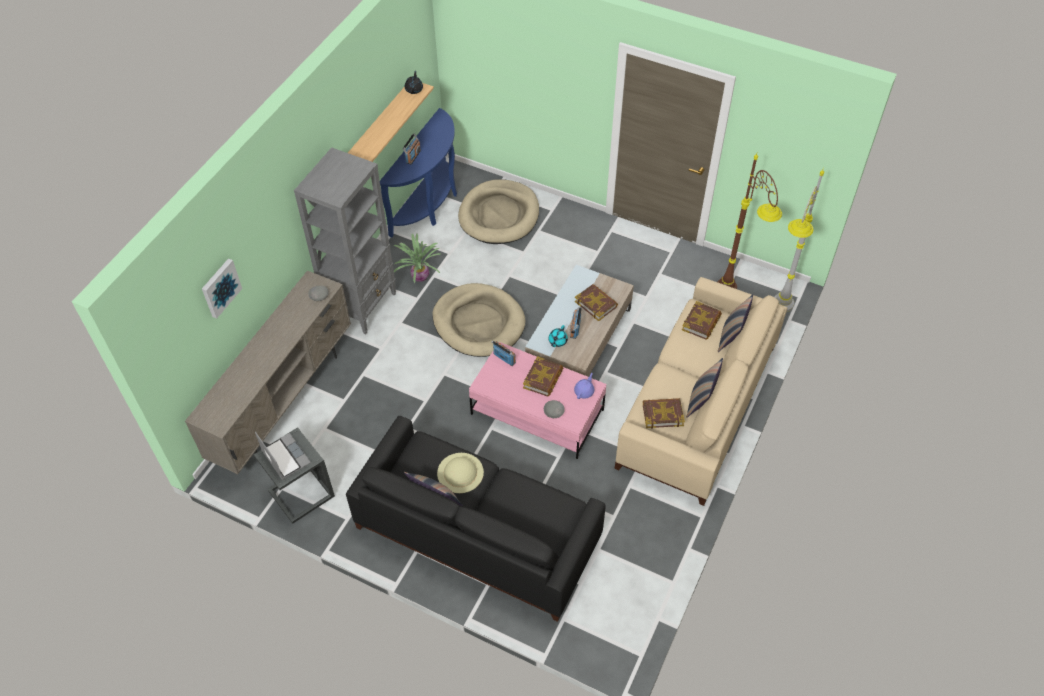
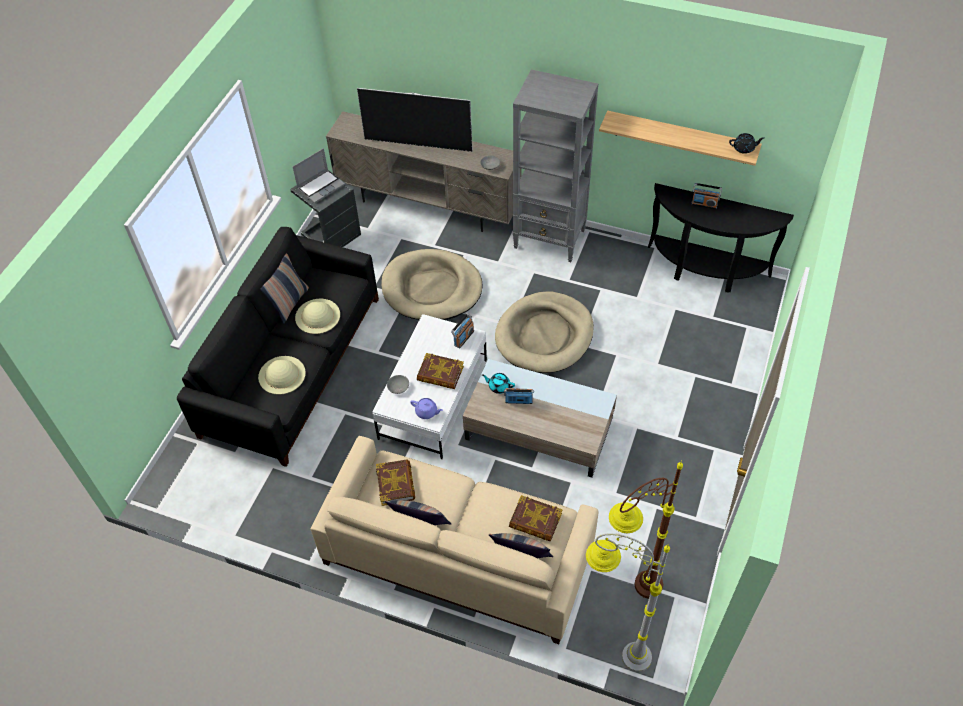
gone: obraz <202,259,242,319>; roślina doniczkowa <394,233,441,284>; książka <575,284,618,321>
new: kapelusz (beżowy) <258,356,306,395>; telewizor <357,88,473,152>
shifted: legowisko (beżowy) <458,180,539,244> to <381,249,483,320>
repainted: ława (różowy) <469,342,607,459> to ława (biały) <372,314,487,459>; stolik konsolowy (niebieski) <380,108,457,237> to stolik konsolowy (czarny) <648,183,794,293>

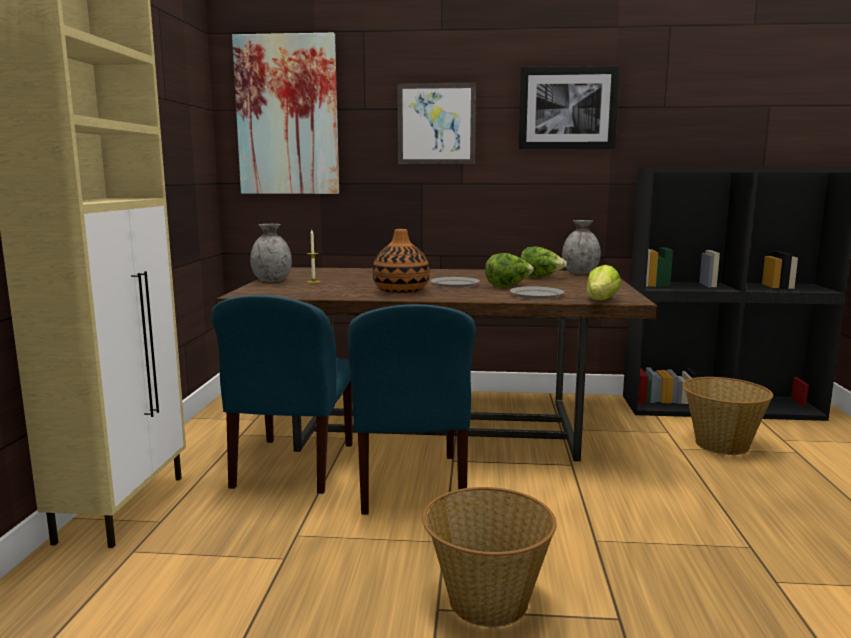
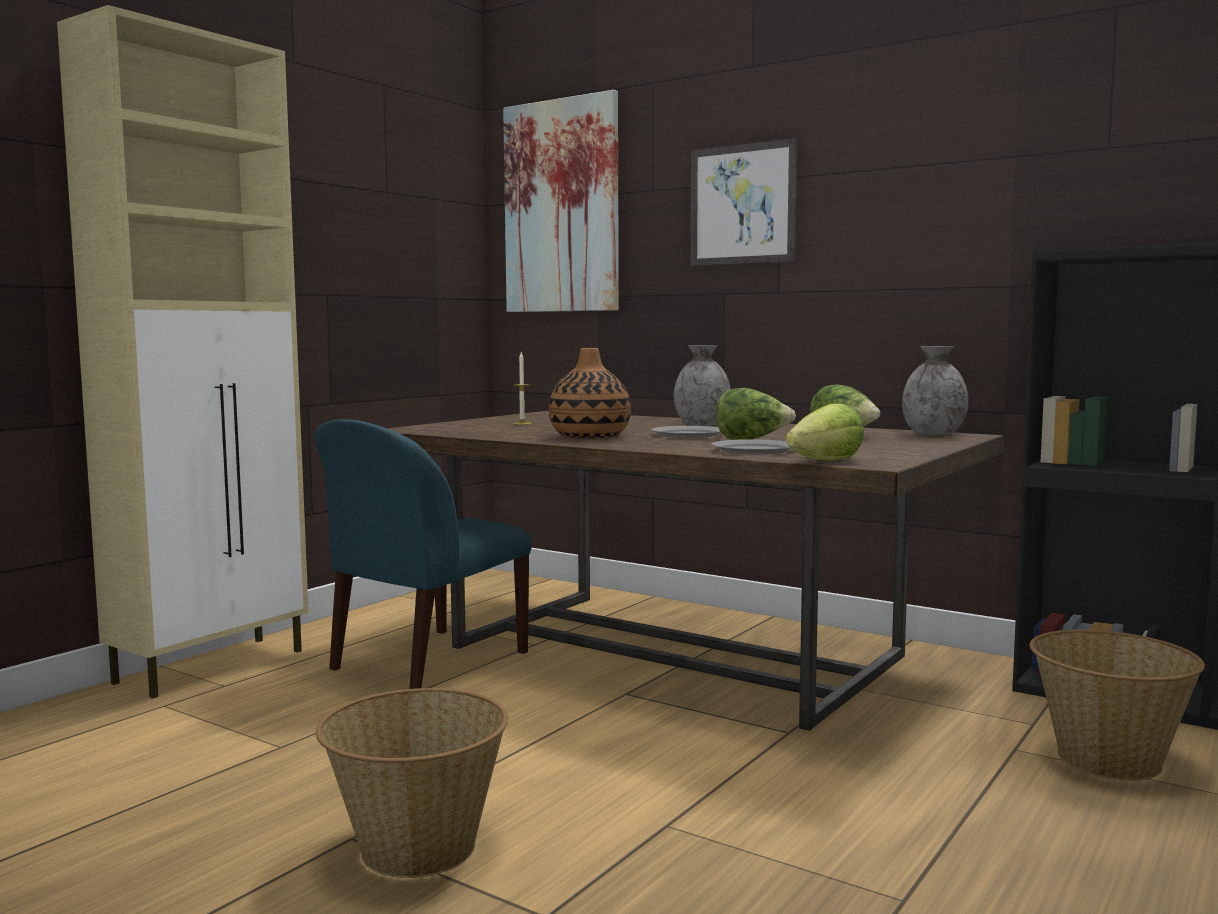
gone: krzesło (niebieski) <348,304,476,515>; obraz <518,66,620,150>
shifted: wazon (szary) <250,224,292,282> to <674,345,731,426>

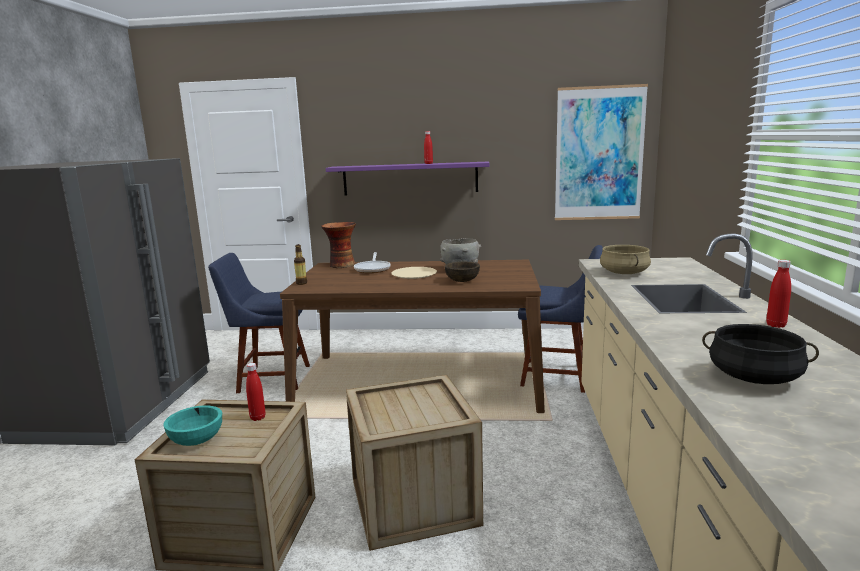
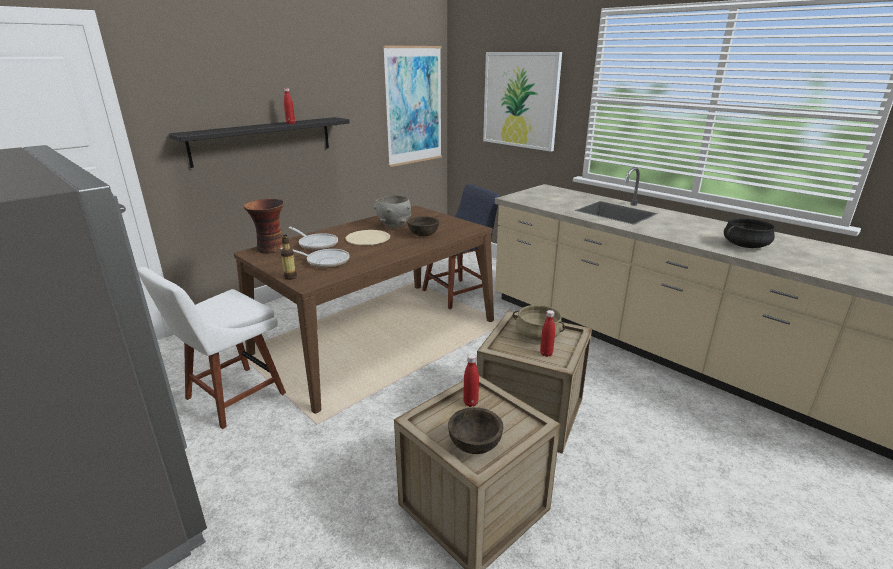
new: patelnia <280,248,349,268>; obraz <483,52,562,151>
shifted: garnek (beżowy) <600,245,651,274> to <513,305,565,340>; butelka (czerwony) <766,260,791,328> to <540,310,555,357>
repainted: krzesło (niebieski) <208,253,310,393> to krzesło (biały) <137,267,286,429>; półka (fioletowy) <326,162,489,196> to półka (czarny) <169,117,349,168>; miska (turkusowy) <163,405,222,446> to miska (brązowy) <448,407,503,454>

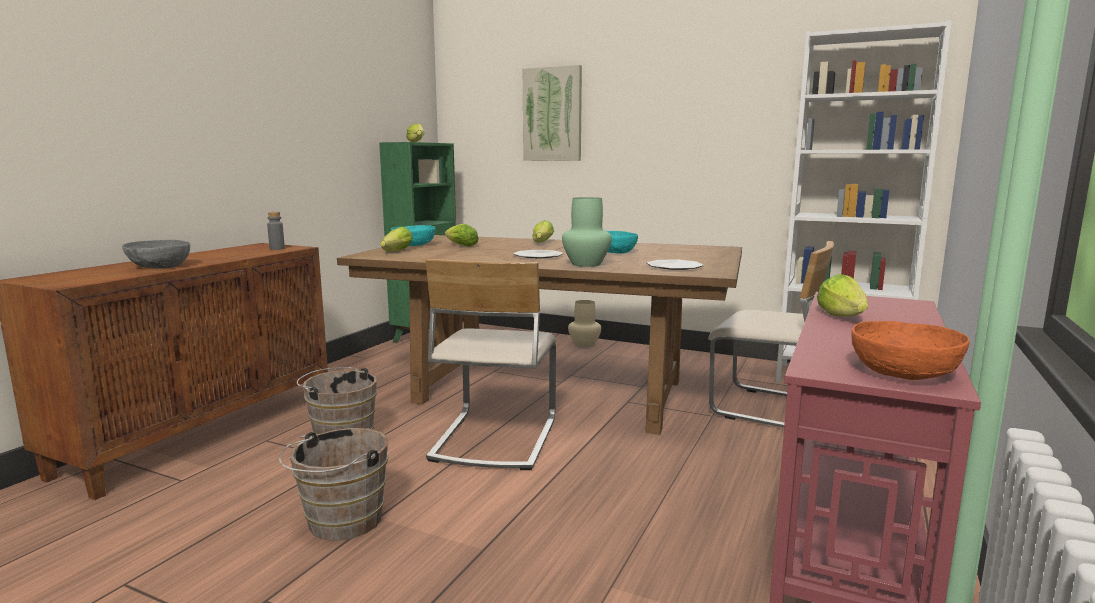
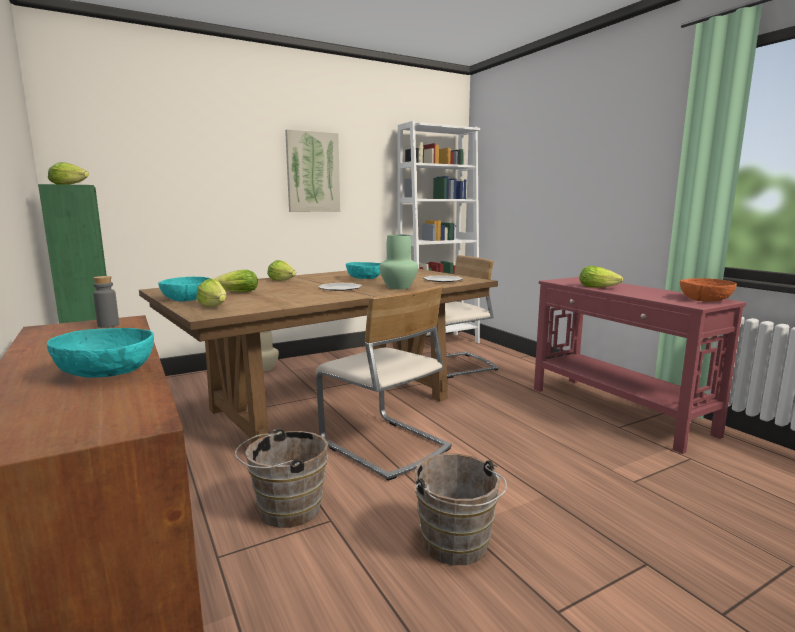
shifted: obraz <523,65,582,161> to <285,129,340,212>
repainted: miska (szary) <122,240,190,268> to miska (turkusowy) <47,328,154,378>

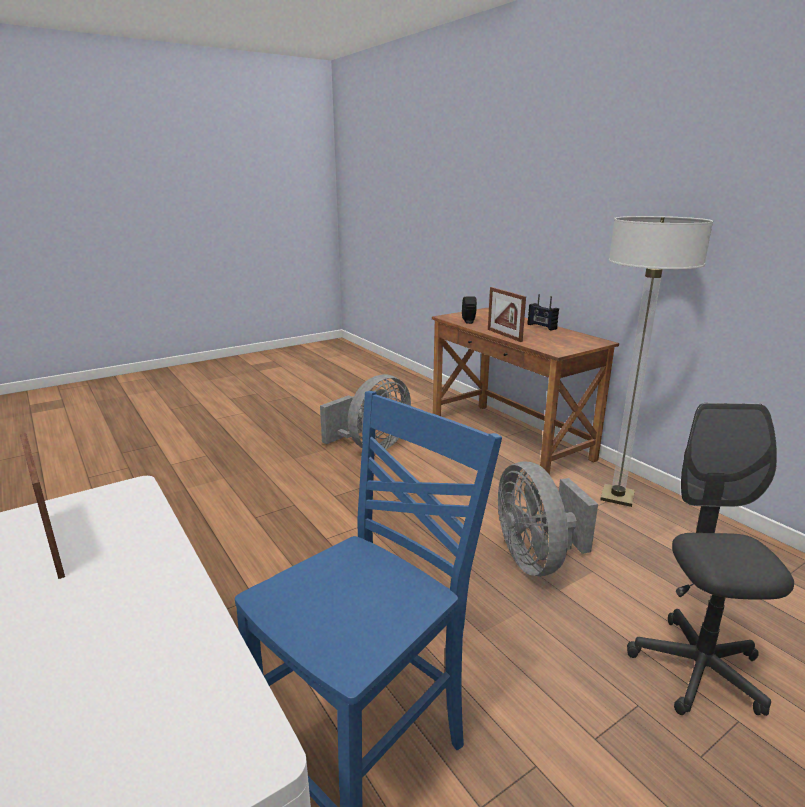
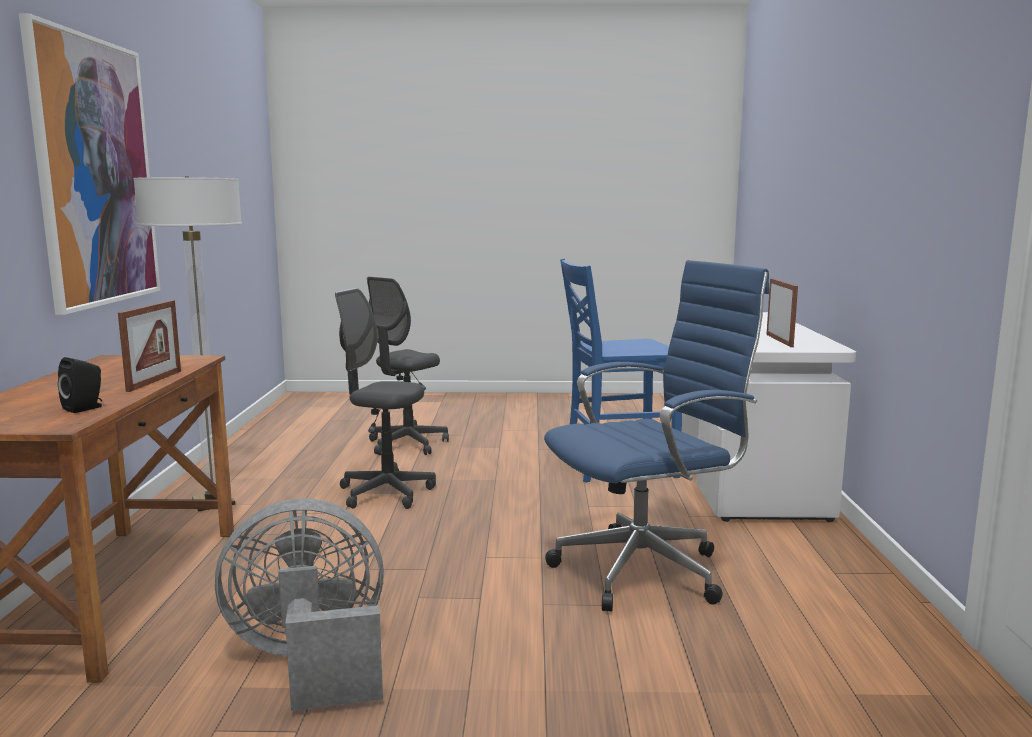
gone: radio <528,294,559,331>
new: obraz <19,13,161,315>; krzesło biurowe (niebieski) <544,260,769,612>
swapped: wentylator (szary) <498,462,598,576> to krzesło biurowe (szary) <335,288,436,509>

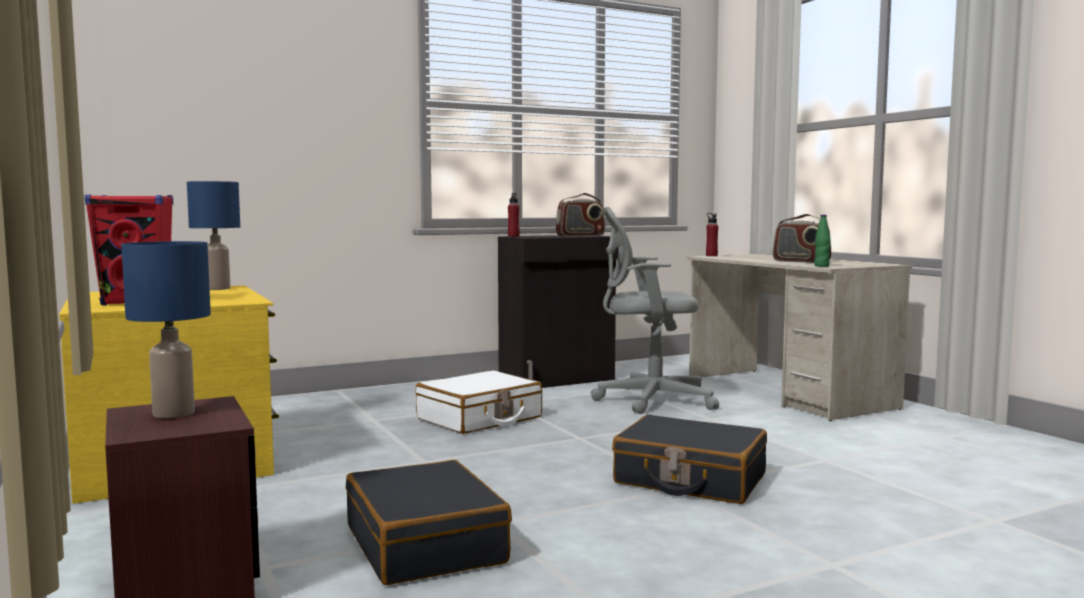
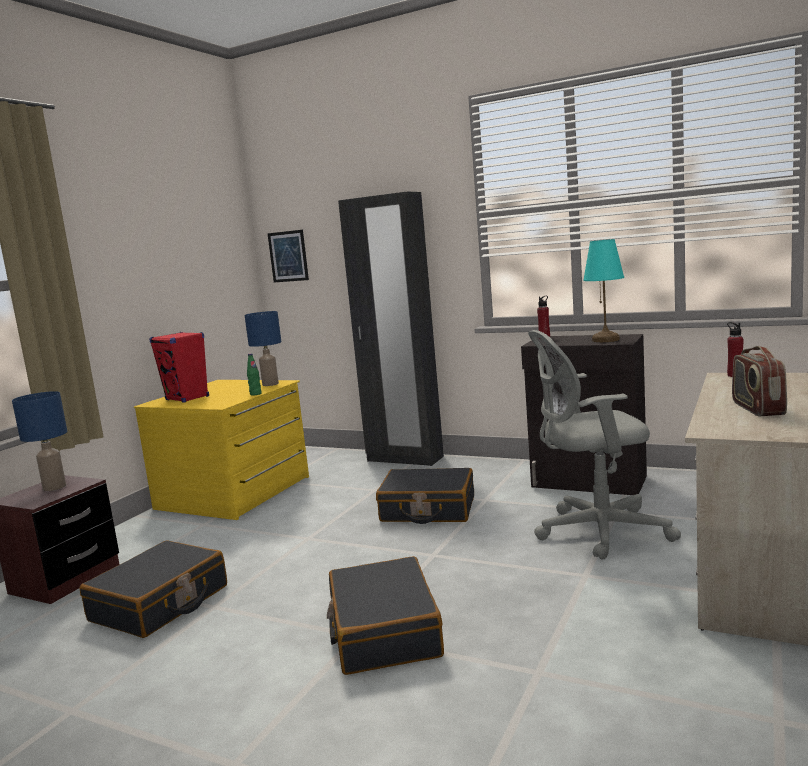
new: obraz <267,230,309,282>; szafa (czarny) <338,191,444,466>
shifted: butelka (zielony) <814,215,831,267> to <247,353,262,396>
swapped: radio <556,193,605,236> to lampa stołowa (turkusowy) <583,239,624,342>
repainted: walizka (biały) <416,370,542,434> to walizka (czarny) <376,468,474,524>
rotated: krzesło biurowe (szary) <591,206,719,414> = <528,330,681,560> 60 degrees counterclockwise

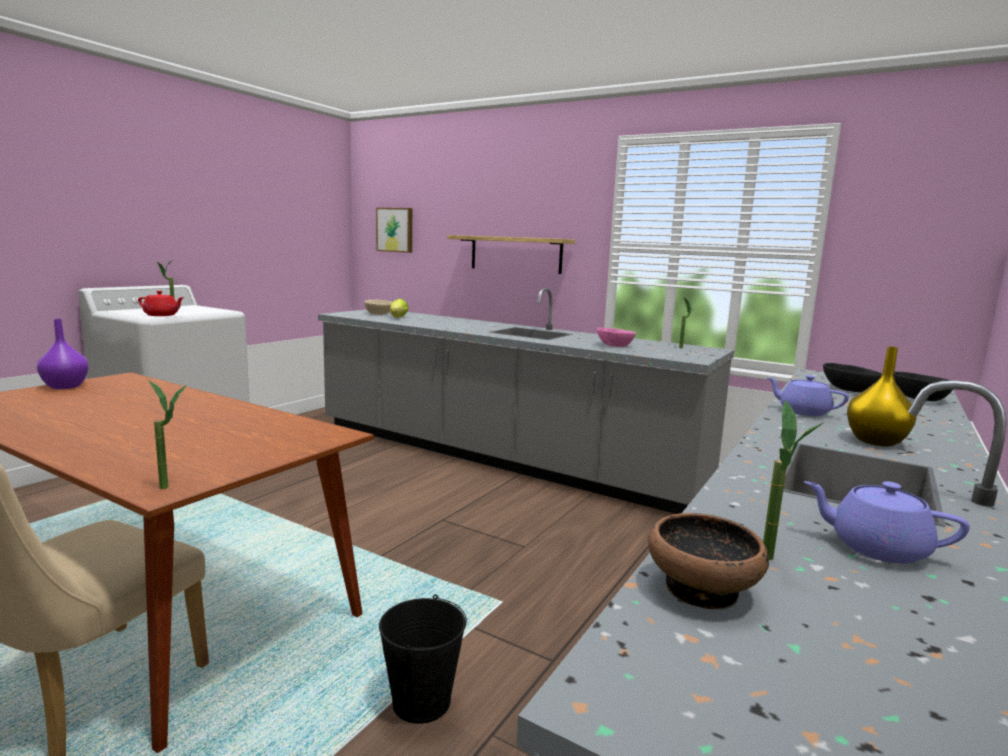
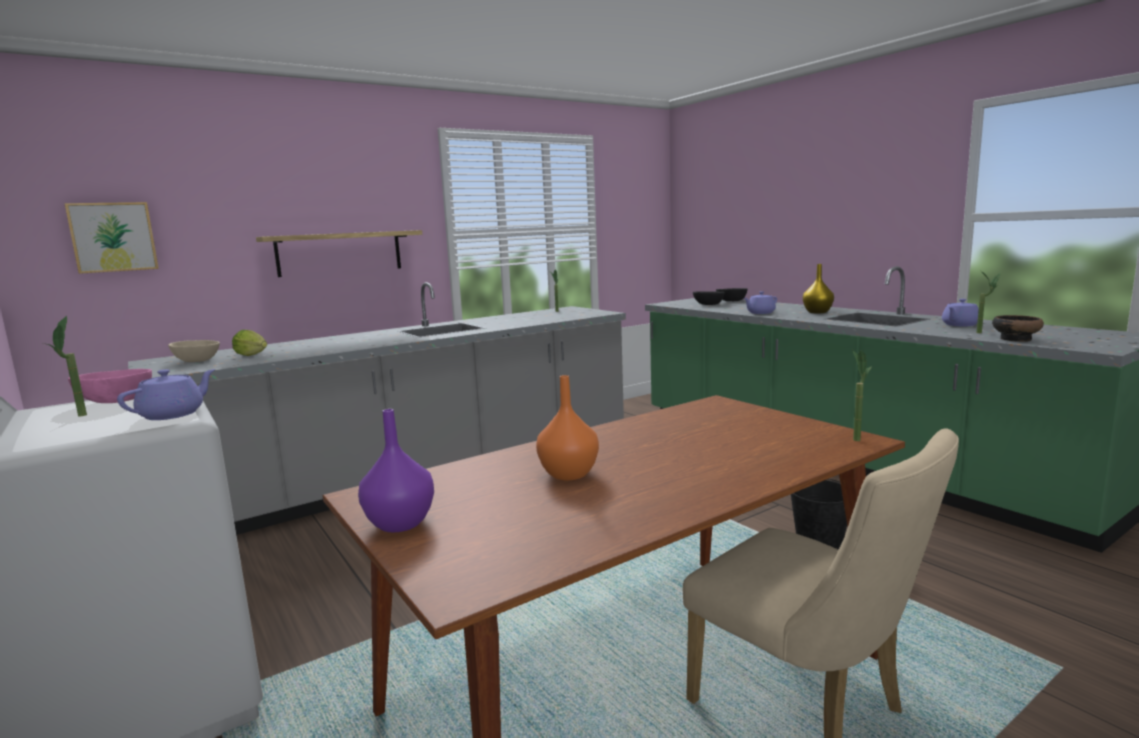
new: wazon (pomarańczowy) <536,375,599,480>
shifted: miska (różowy) <597,328,636,347> to <68,369,152,403>
repainted: imbryk (czerwony) <138,291,185,316> to imbryk (fioletowy) <117,369,215,420>

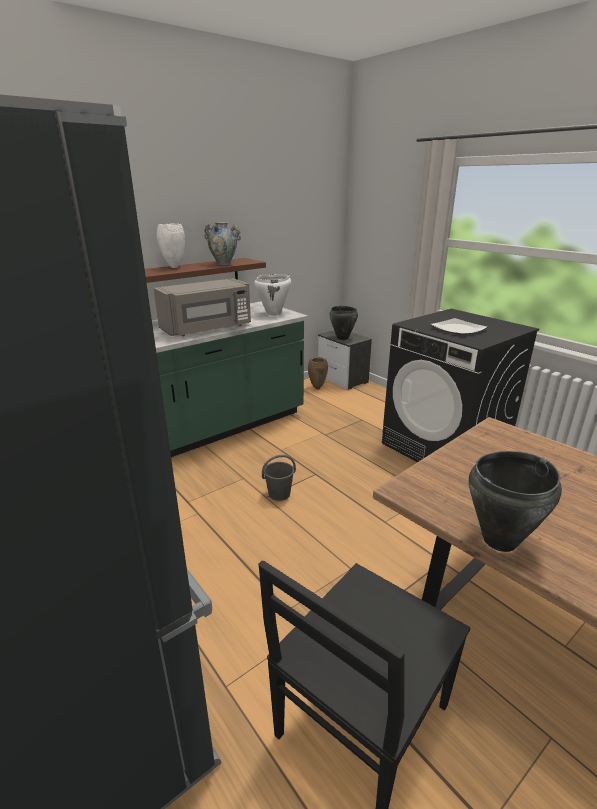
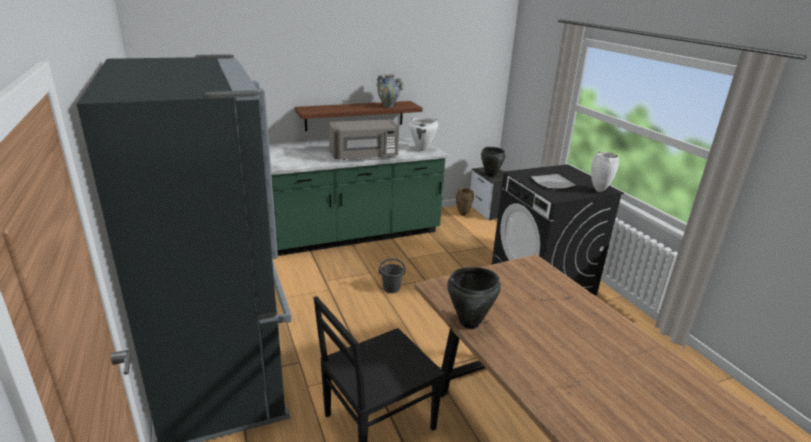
shifted: wazon (biały) <157,223,185,268> to <591,152,619,192>

